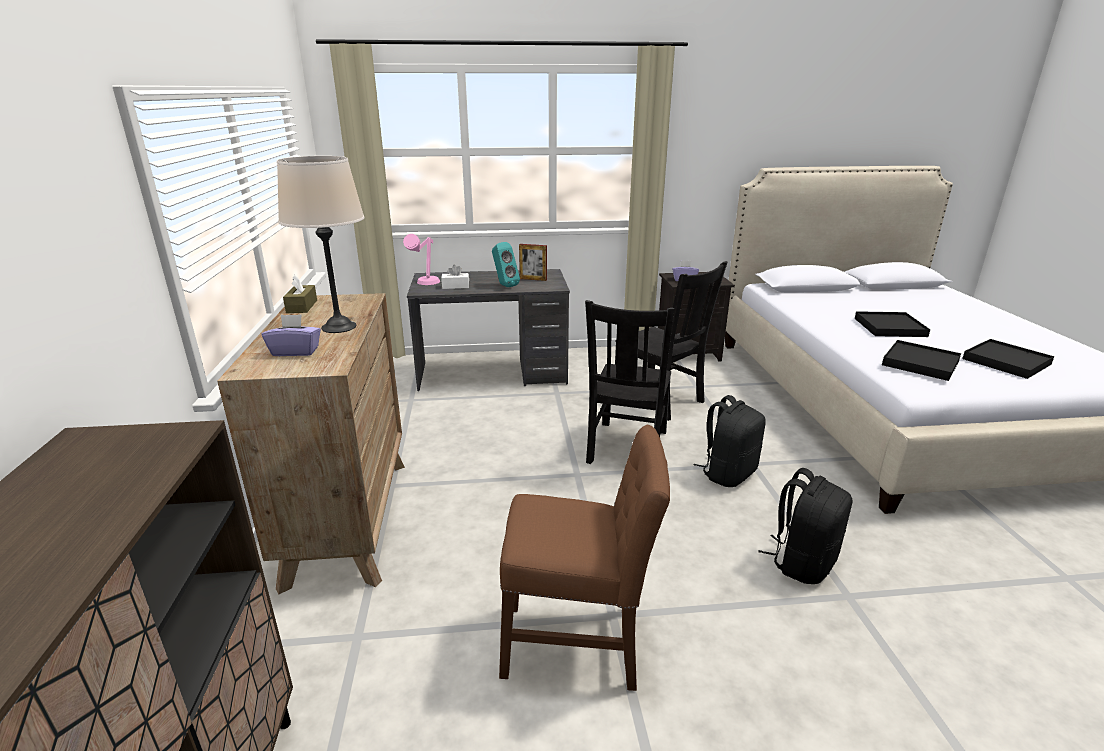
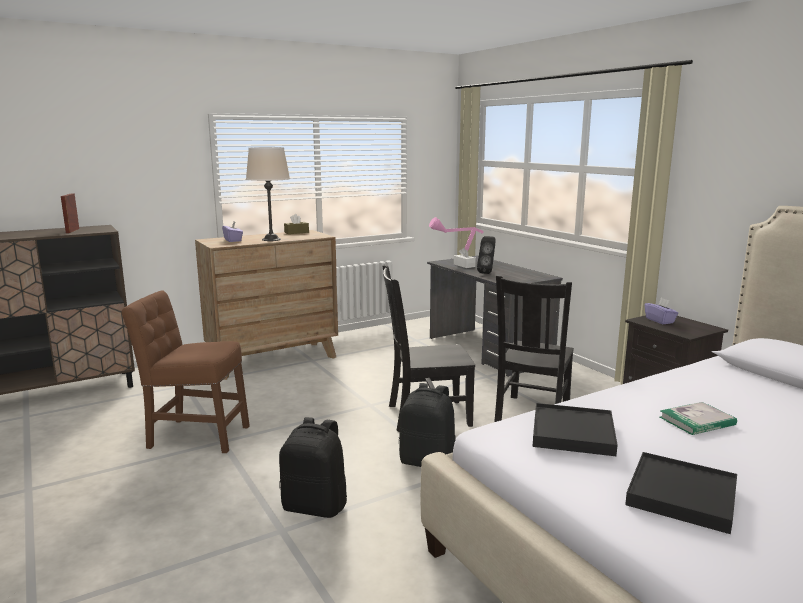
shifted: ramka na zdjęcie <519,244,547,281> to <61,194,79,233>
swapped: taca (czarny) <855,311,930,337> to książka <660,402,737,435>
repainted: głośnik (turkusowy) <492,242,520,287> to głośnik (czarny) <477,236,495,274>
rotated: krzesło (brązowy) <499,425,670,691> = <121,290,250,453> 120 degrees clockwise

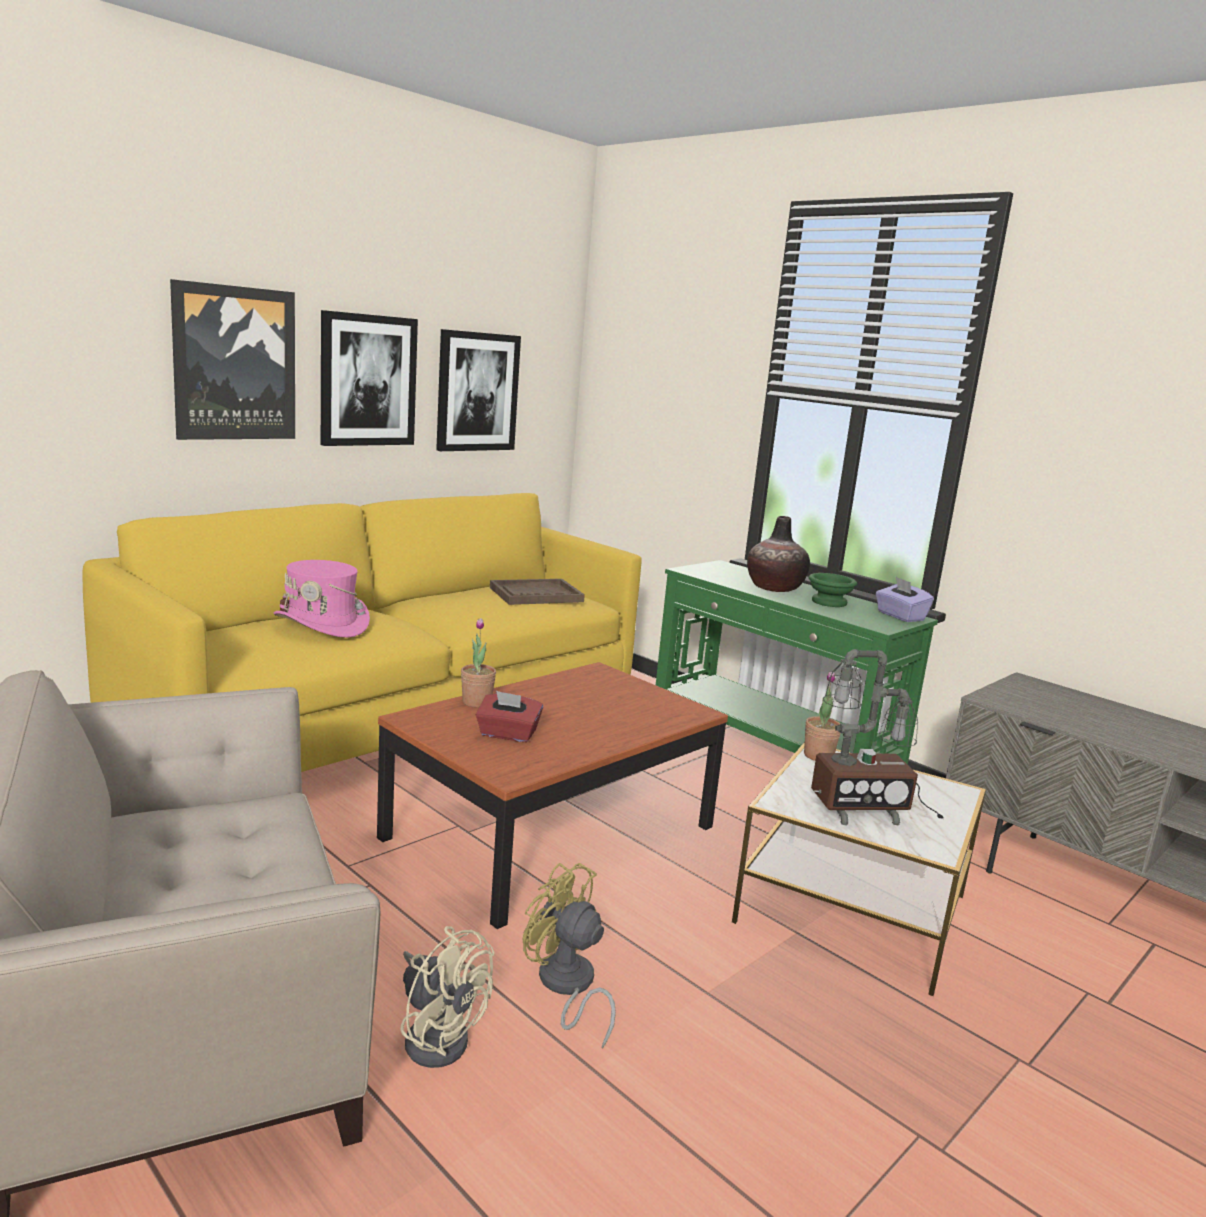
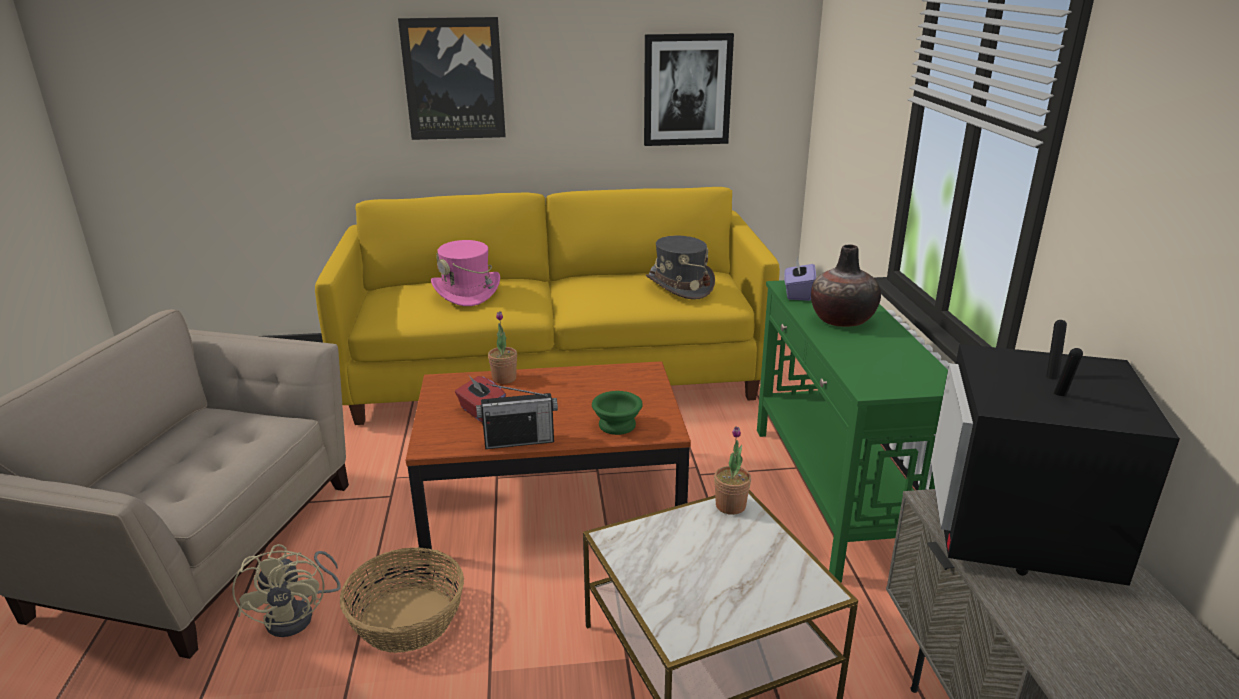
gone: obraz <321,310,418,446>; lampa stołowa <811,649,944,826>
new: radio <476,384,558,449>; telewizor <931,320,1180,586>
shifted: miska (zielony) <809,573,857,607> to <592,391,643,435>; pudełko chusteczek (fioletowy) <876,577,934,622> to <784,257,816,301>
swapped: wentylator (żółty) <523,863,616,1049> to koszyk <340,547,464,653>; taca (brązowy) <490,579,585,605> to kapelusz (szary) <646,236,715,300>

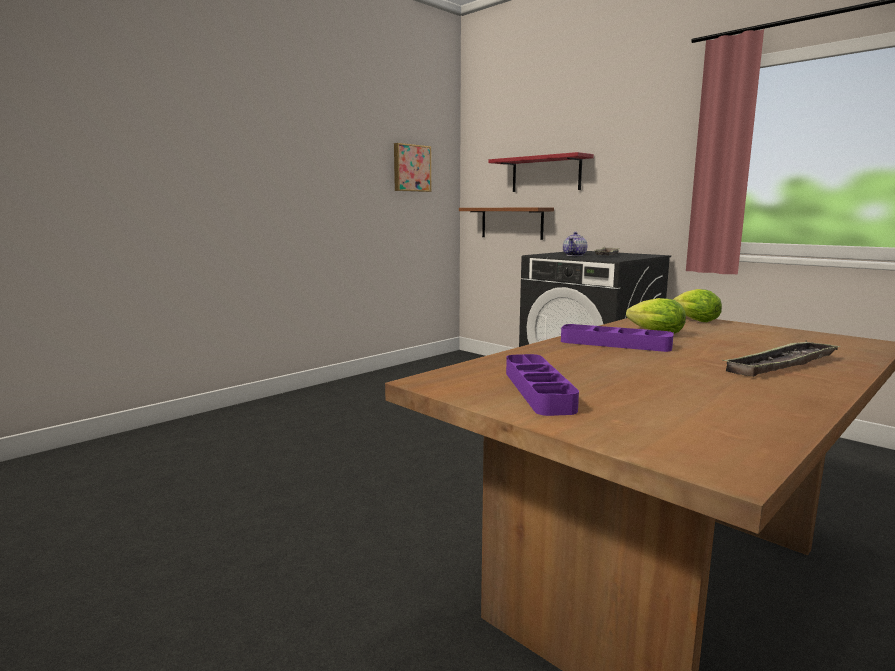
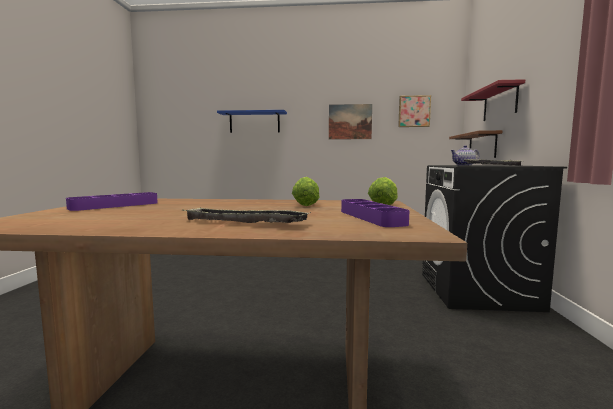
new: półka (niebieski) <217,110,287,133>; obraz <329,104,372,139>
shifted: taca (fioletowy) <561,324,674,352> to <341,199,410,227>

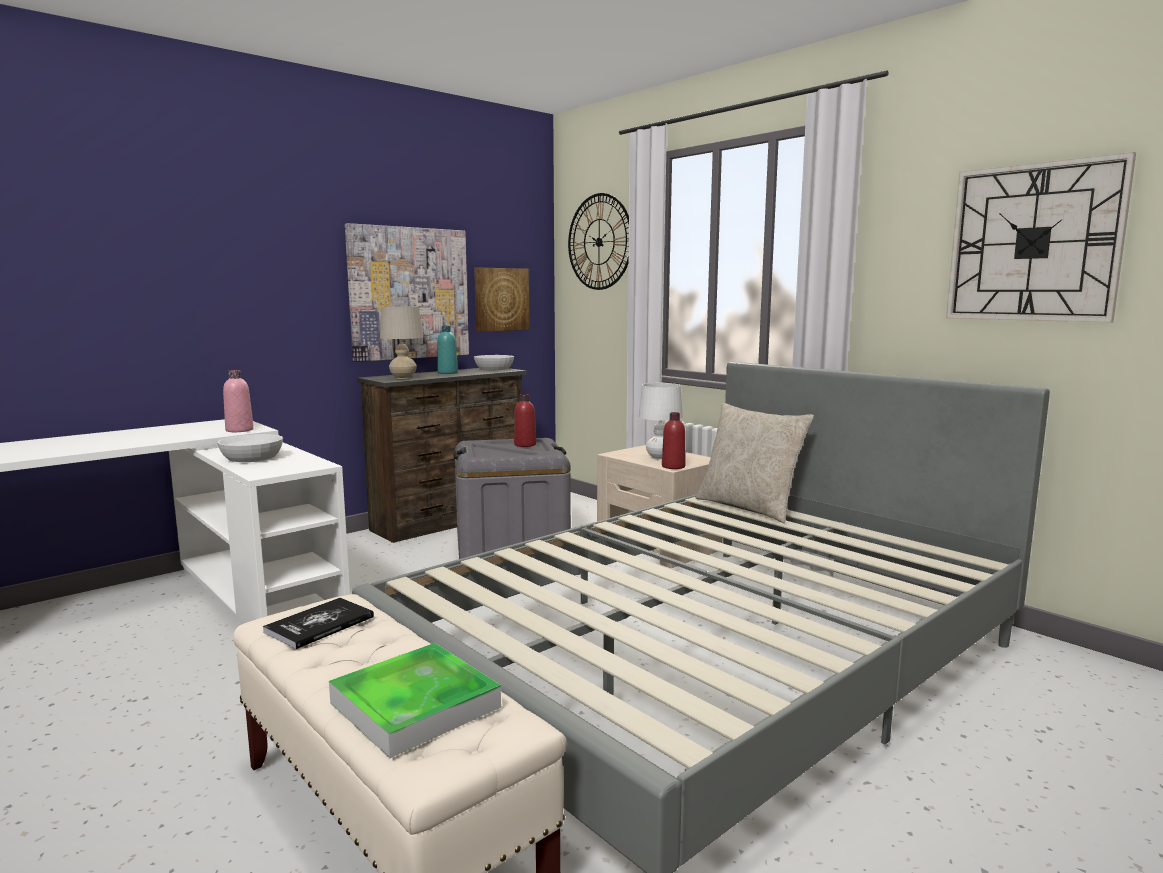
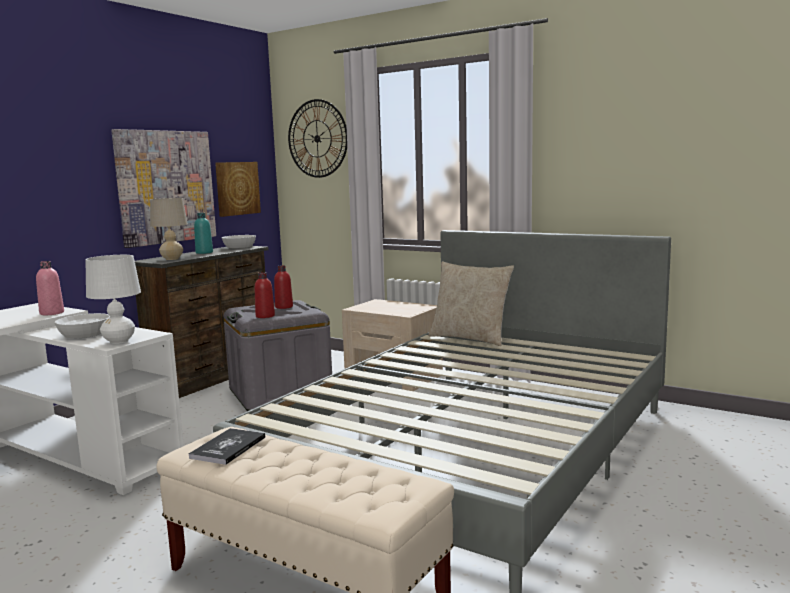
gone: taca <329,643,501,758>; zegar ścienny <946,152,1136,323>
shifted: lampa stołowa (biały) <639,383,683,460> to <86,255,141,344>; butelka (czerwony) <662,412,685,469> to <255,272,275,318>

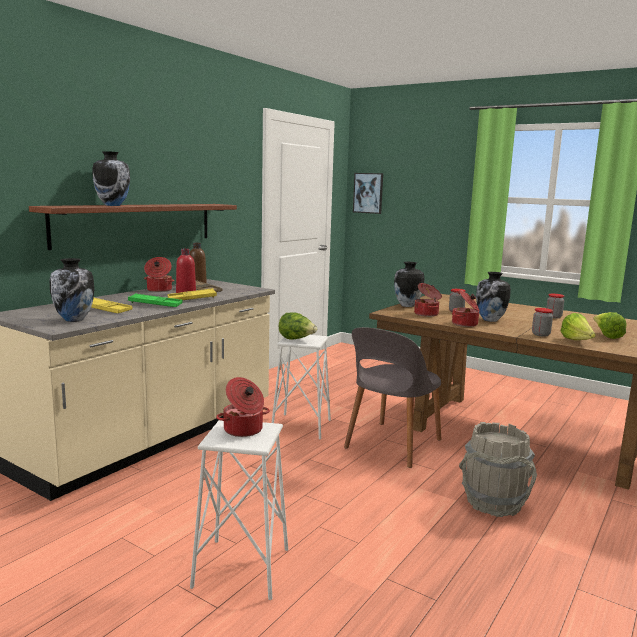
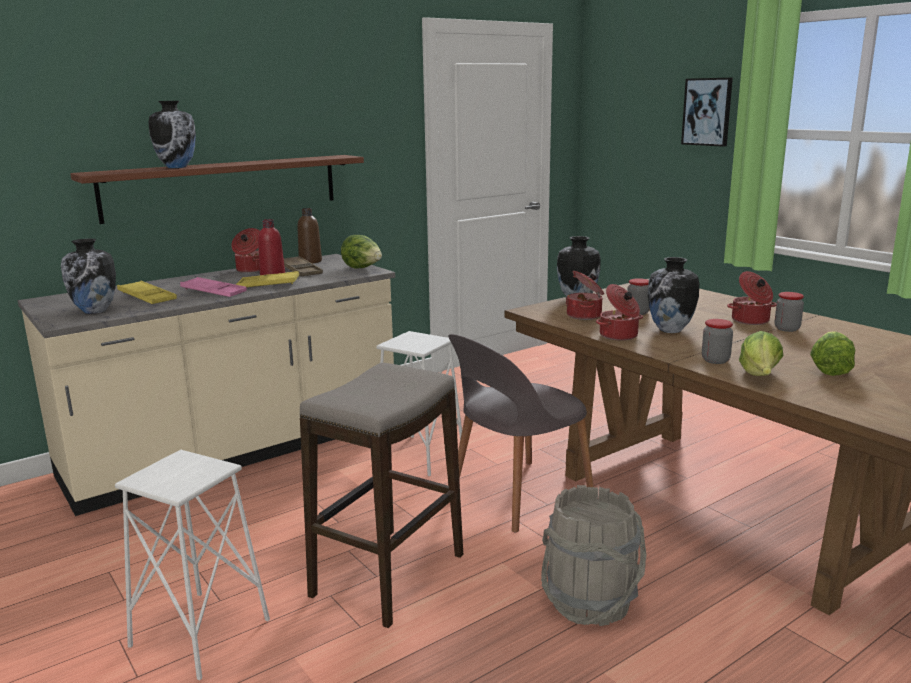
new: stołek <300,363,463,628>
shifted: sałata <279,312,317,340> to <341,235,382,269>; obraz <353,173,383,214> to <681,78,733,147>; garnek <216,377,270,437> to <727,271,777,325>
repainted: taca (zielony) <128,293,182,307> to taca (różowy) <180,277,247,297>

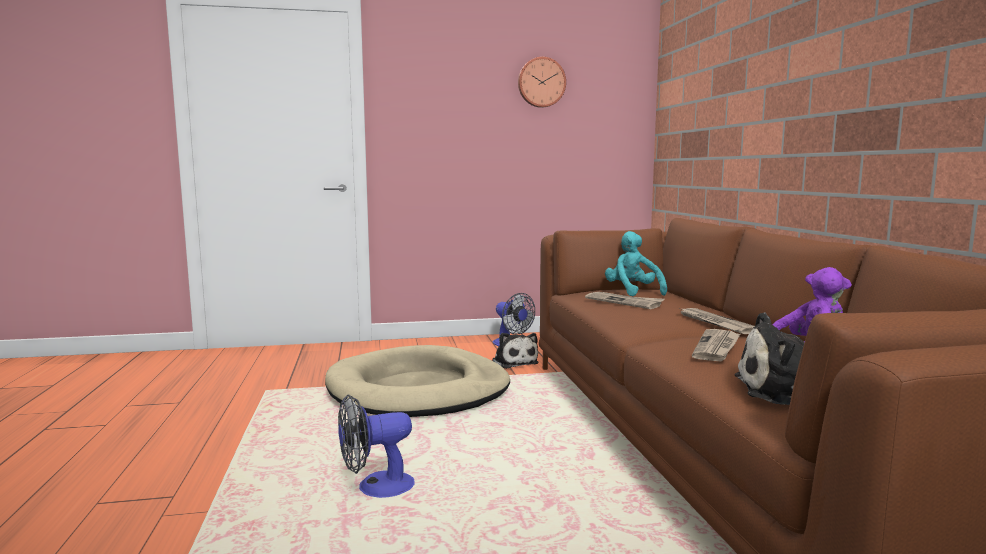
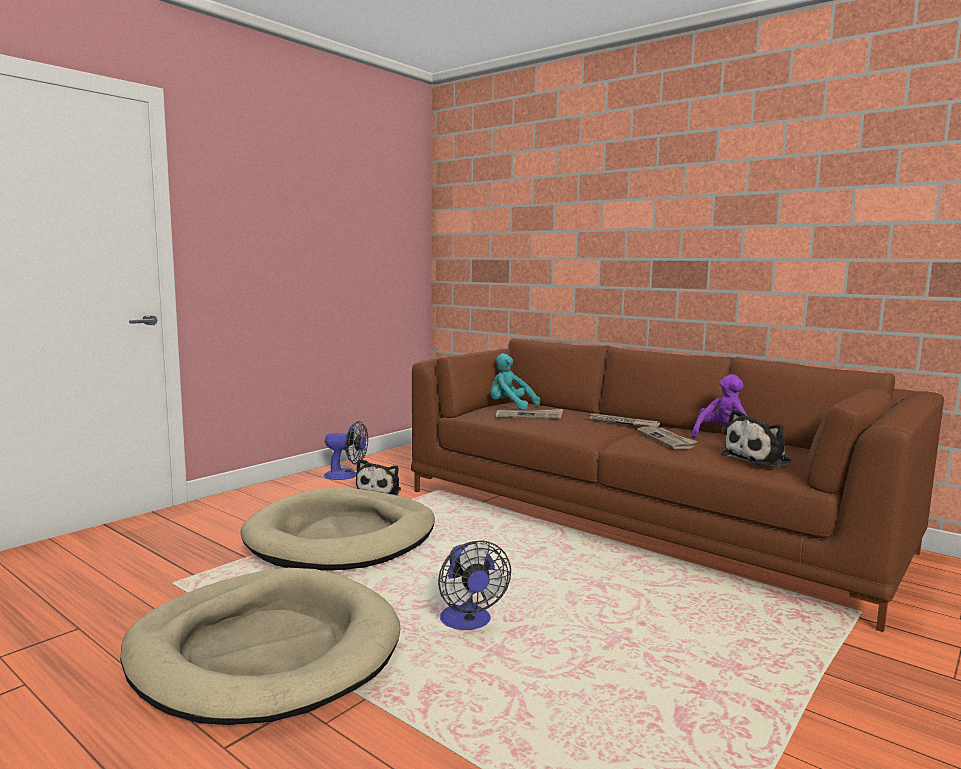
gone: zegar ścienny <518,57,566,108>
new: legowisko (beżowy) <120,568,400,725>
rotated: pluszak <492,333,539,369> = <356,459,401,495> 75 degrees clockwise; wentylator <338,395,415,498> = <438,541,511,630> 45 degrees counterclockwise

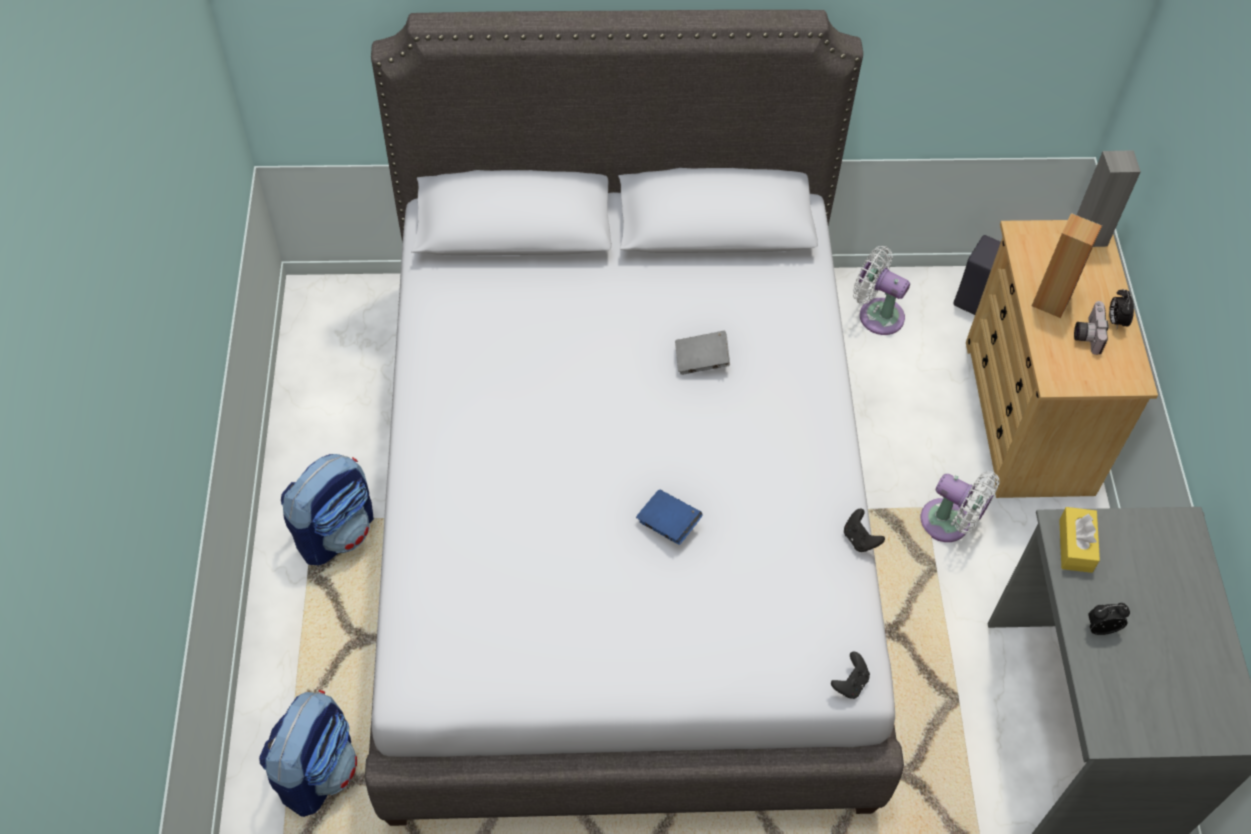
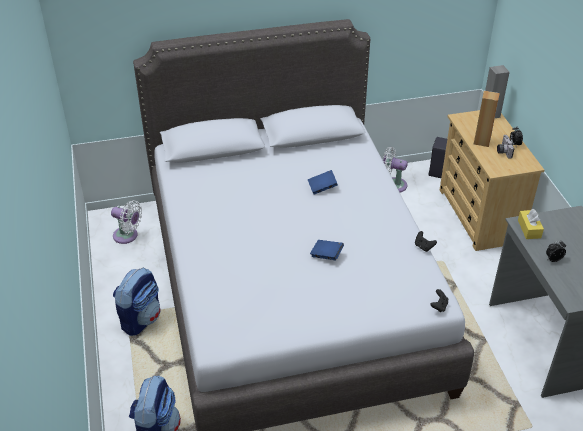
shifted: wentylator (biały) <921,471,999,542> to <111,200,142,244>
repainted: książka (szary) <675,330,730,375> to książka (niebieski) <308,170,338,195>

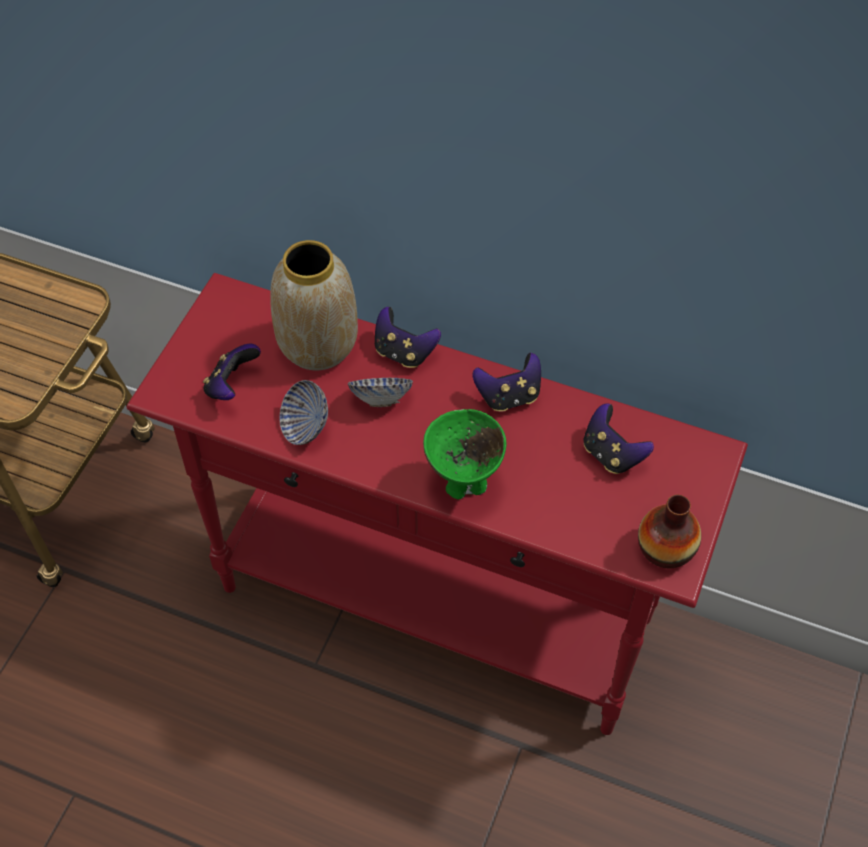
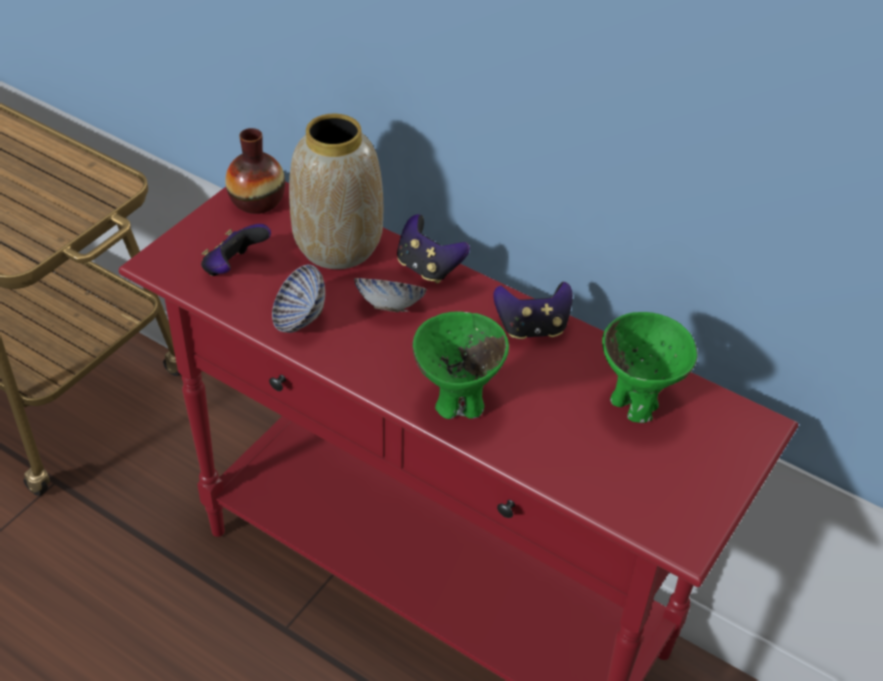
shifted: wazon <638,495,701,568> to <225,128,285,214>
swapped: pad do gier <584,403,654,474> to miska (zielony) <602,312,698,423>

